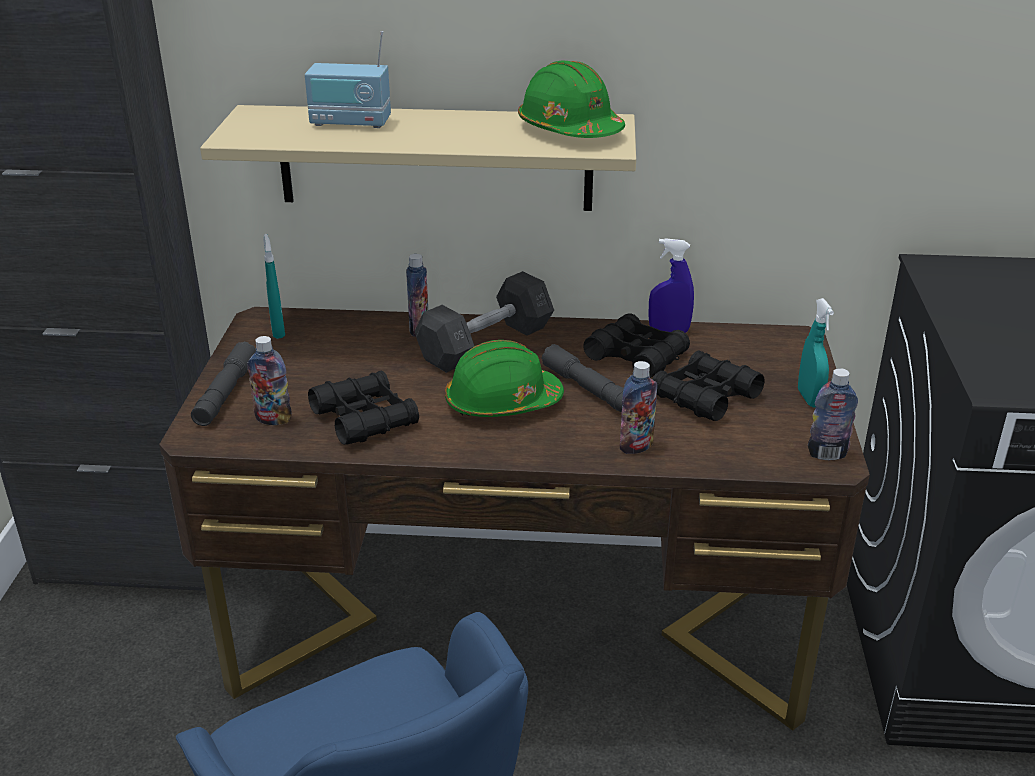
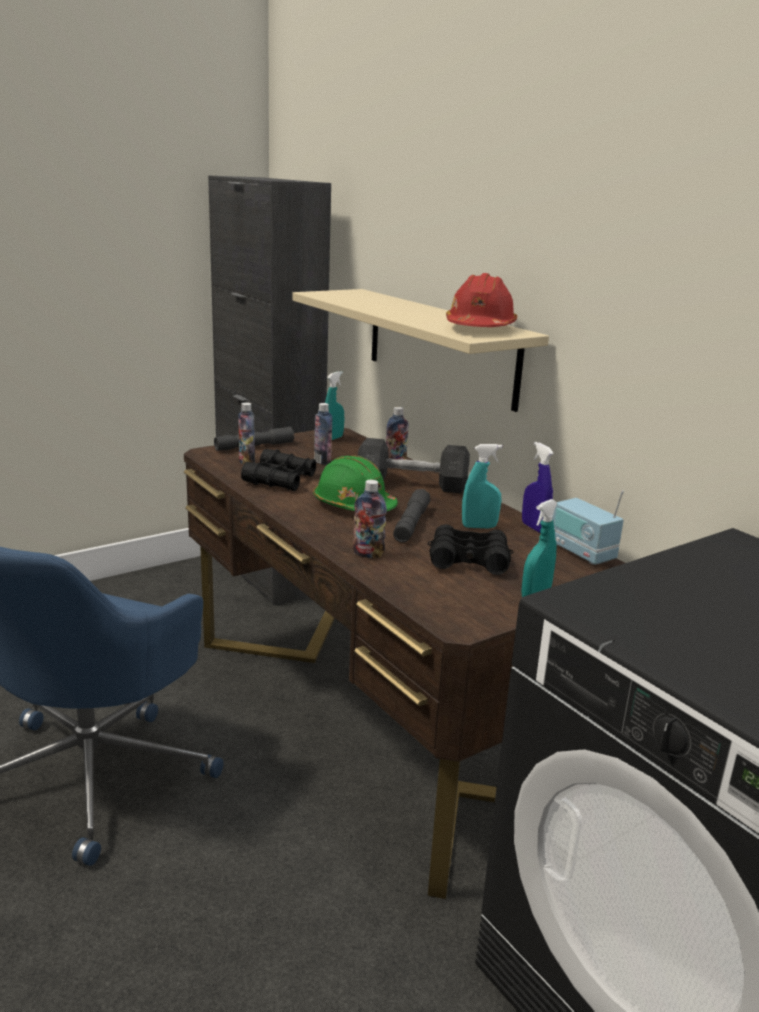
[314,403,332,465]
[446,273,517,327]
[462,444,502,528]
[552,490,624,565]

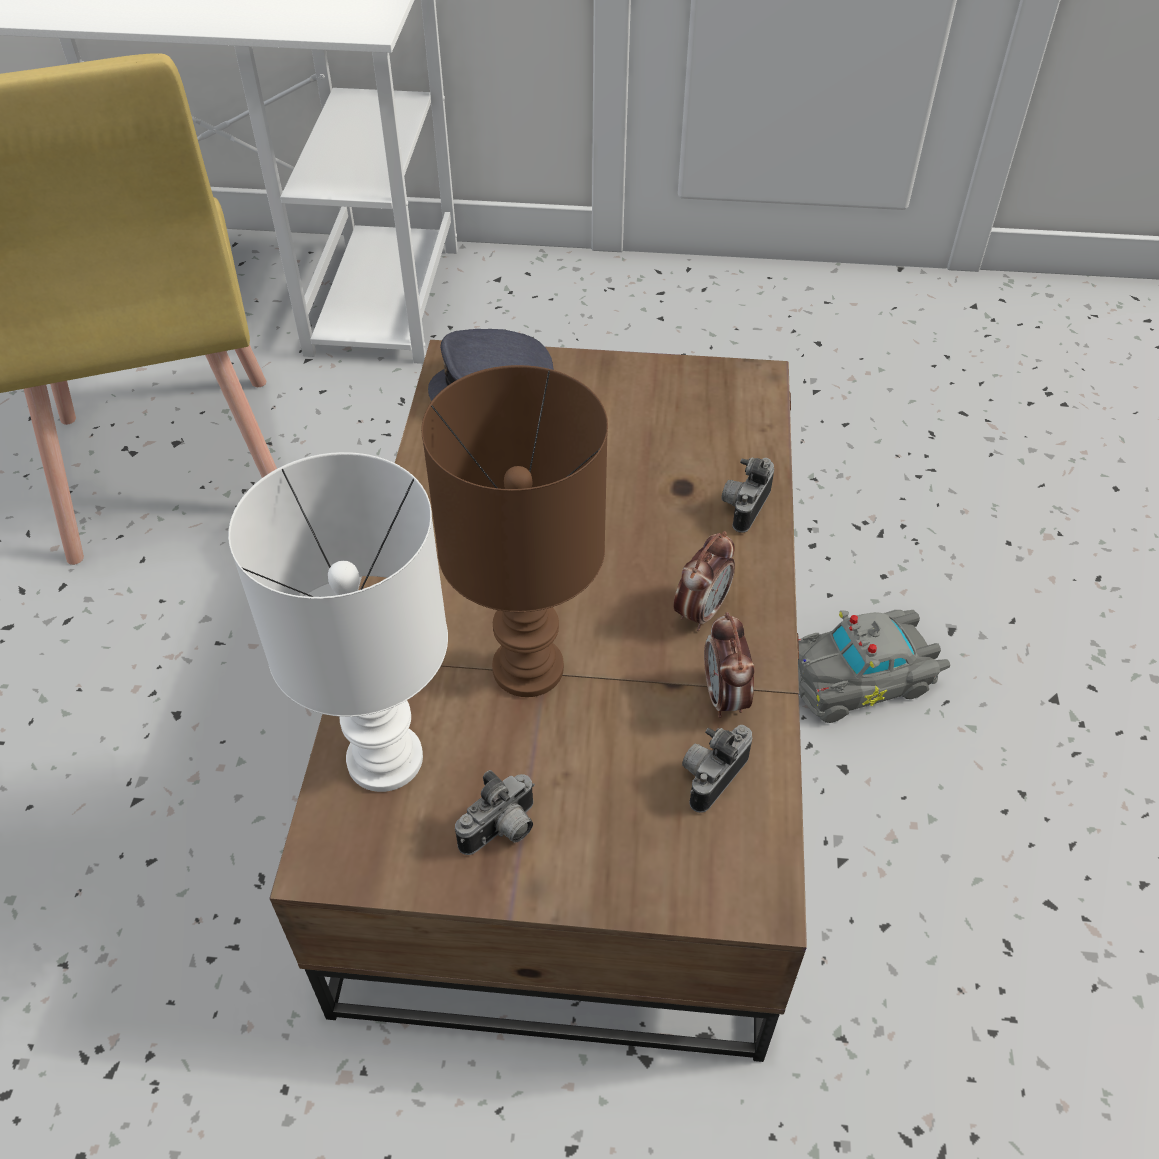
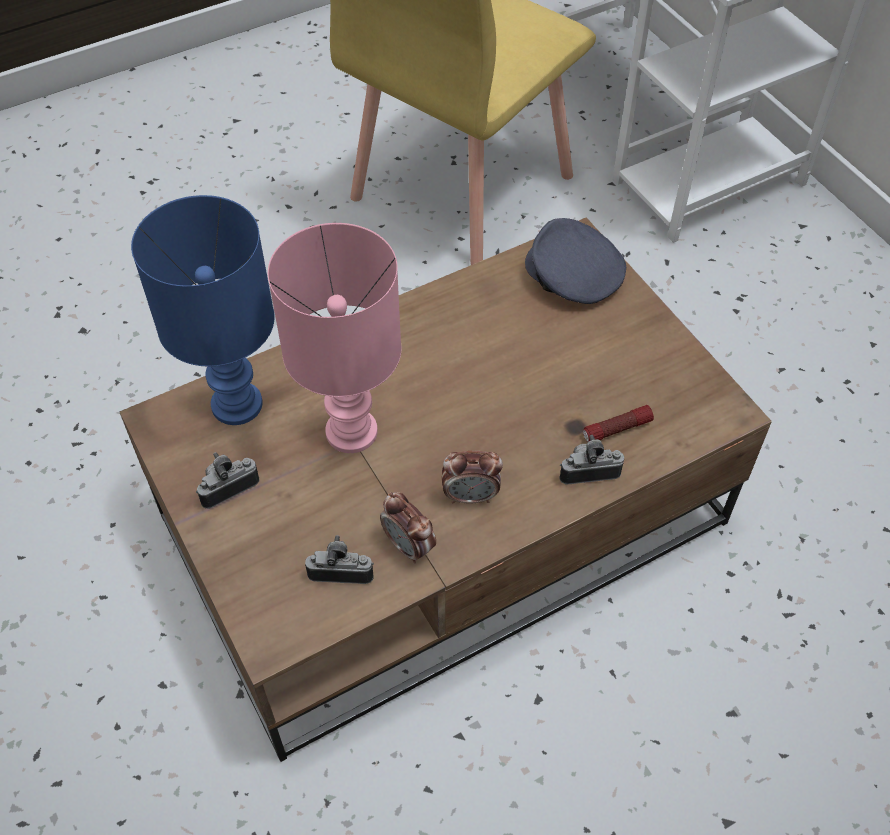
[131,195,275,425]
[196,452,260,509]
[268,223,402,453]
[380,492,436,563]
[583,405,654,442]
[798,610,950,723] (first image)

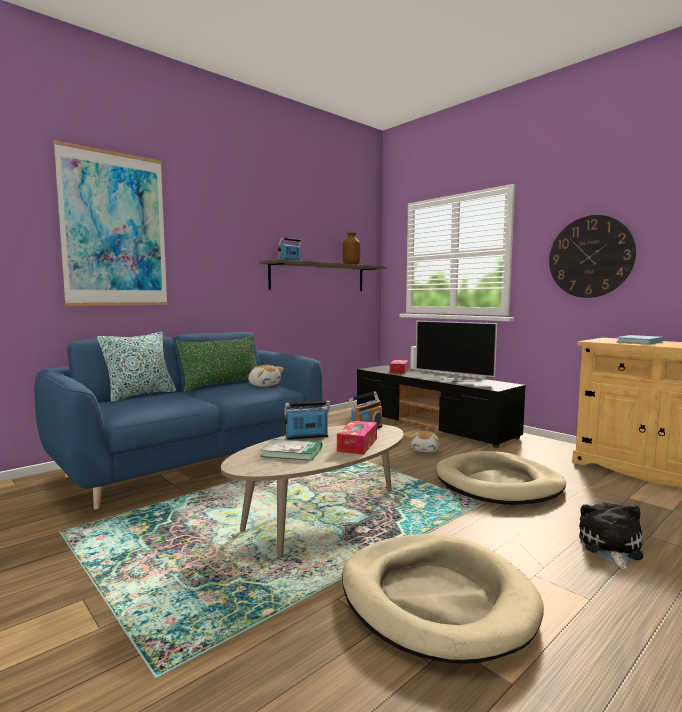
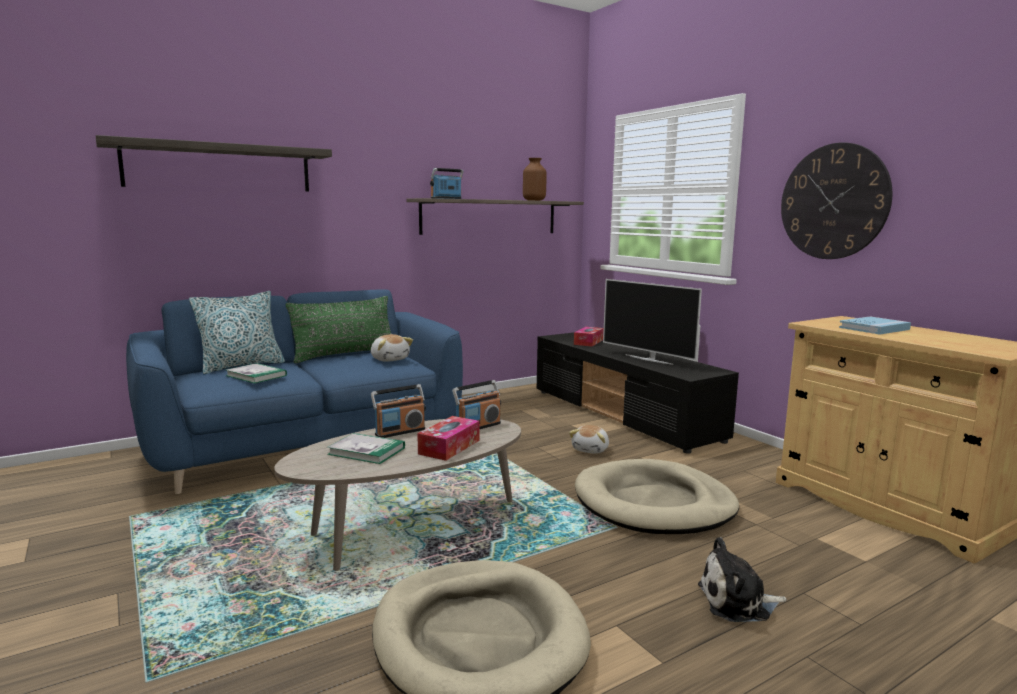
[96,135,332,191]
[225,363,287,384]
[371,384,426,438]
[698,537,787,622]

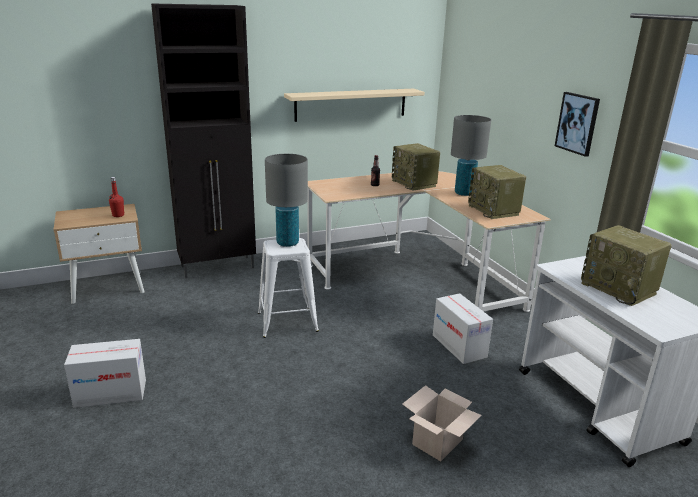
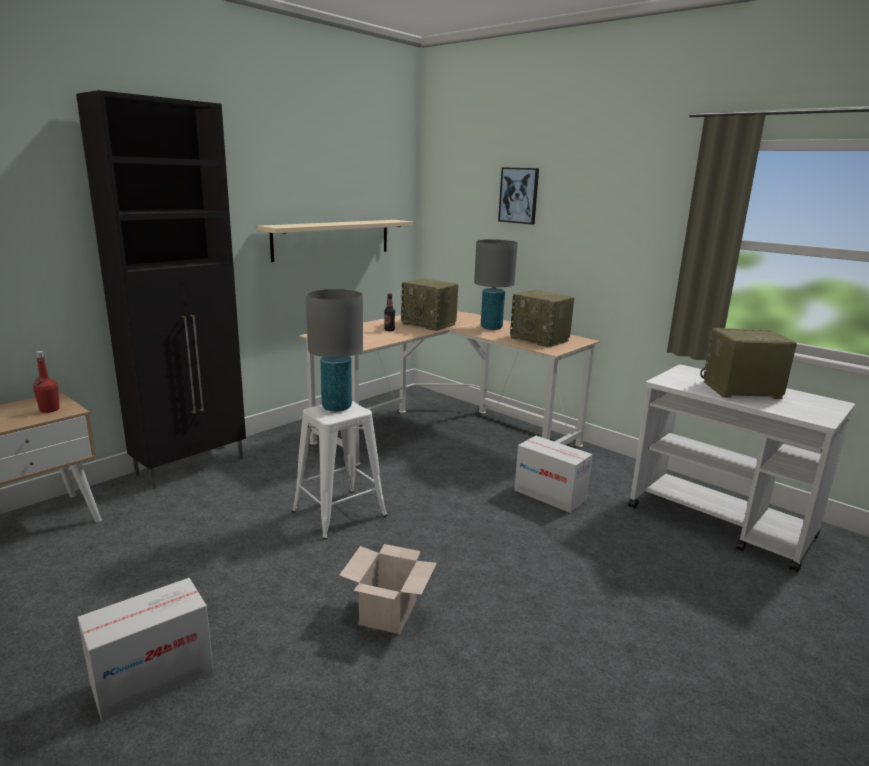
[339,544,437,634]
[498,167,539,225]
[700,328,797,399]

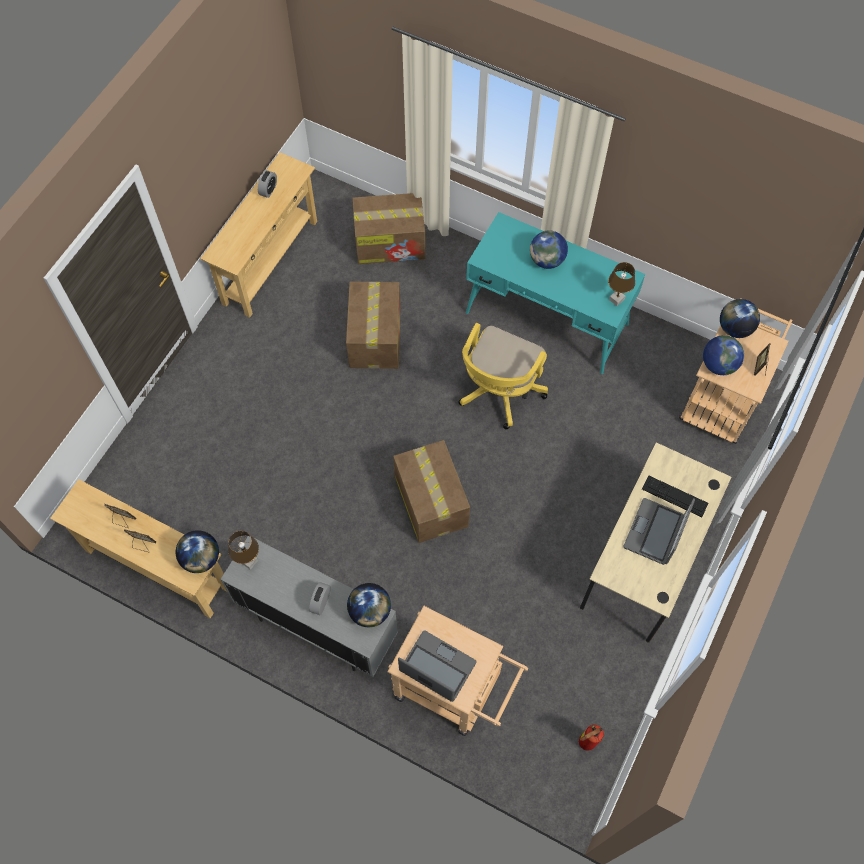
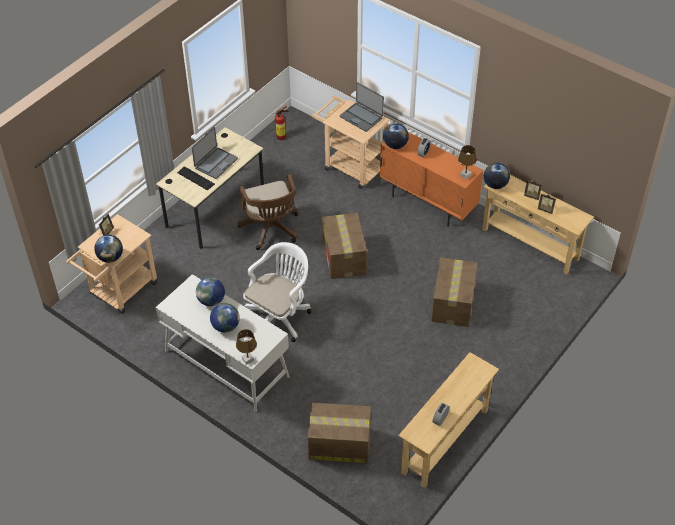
[155,274,290,412]
[196,277,225,306]
[236,329,257,365]
[238,174,298,250]
[243,242,312,342]
[380,132,483,227]
[431,258,478,327]

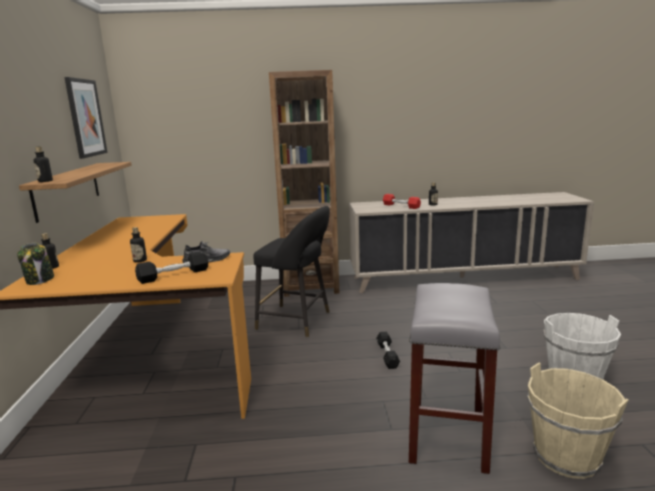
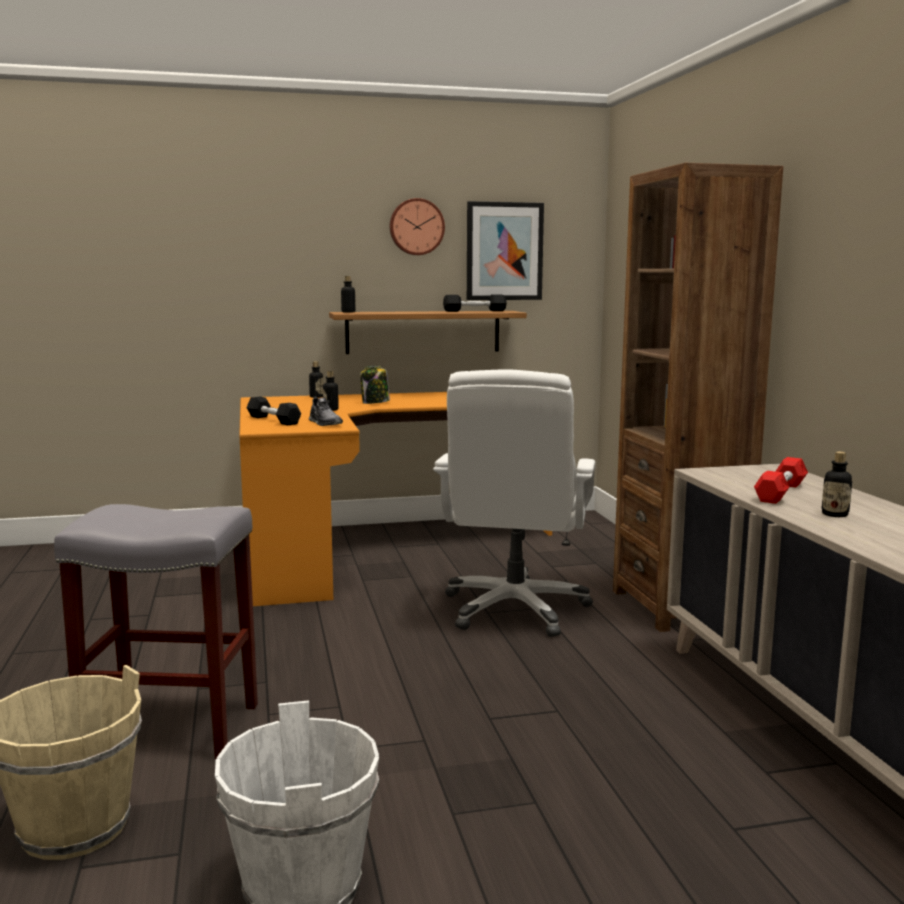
[360,365,390,404]
[390,198,445,255]
[433,369,596,637]
[443,295,507,312]

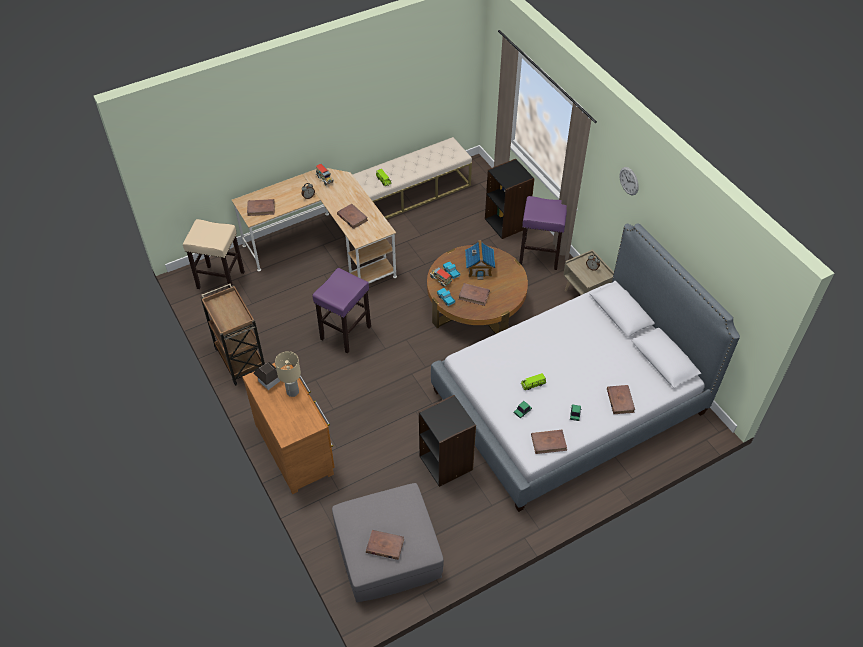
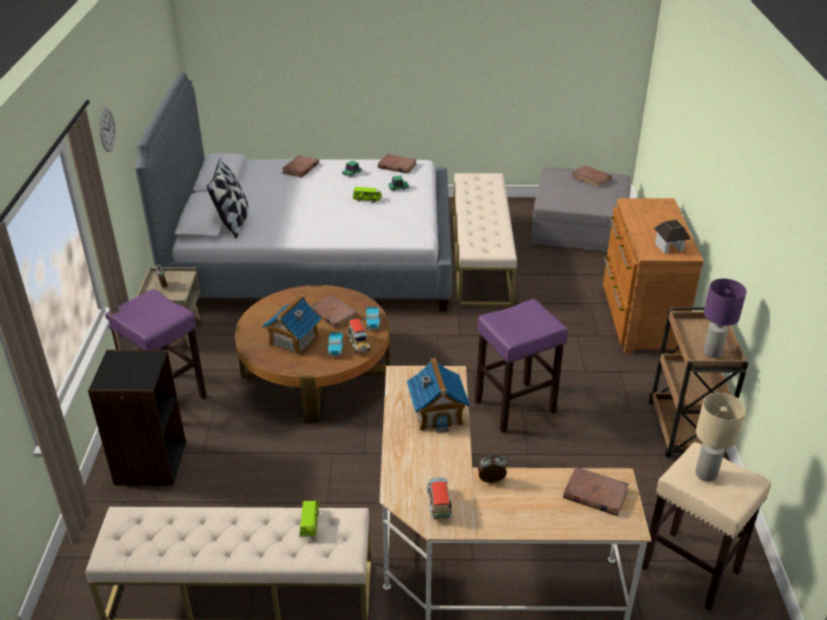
[207,158,248,238]
[407,358,470,433]
[453,173,517,306]
[695,392,746,482]
[703,279,747,358]

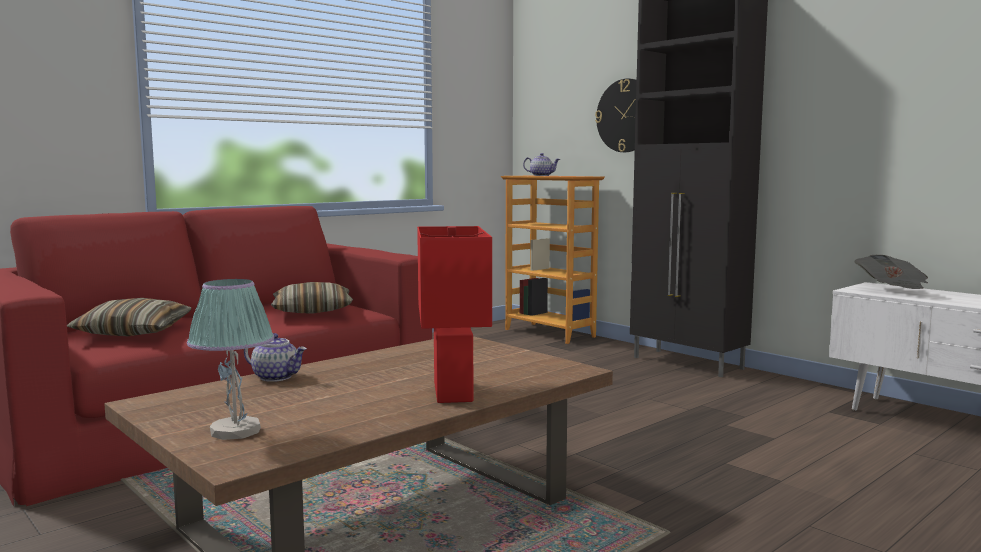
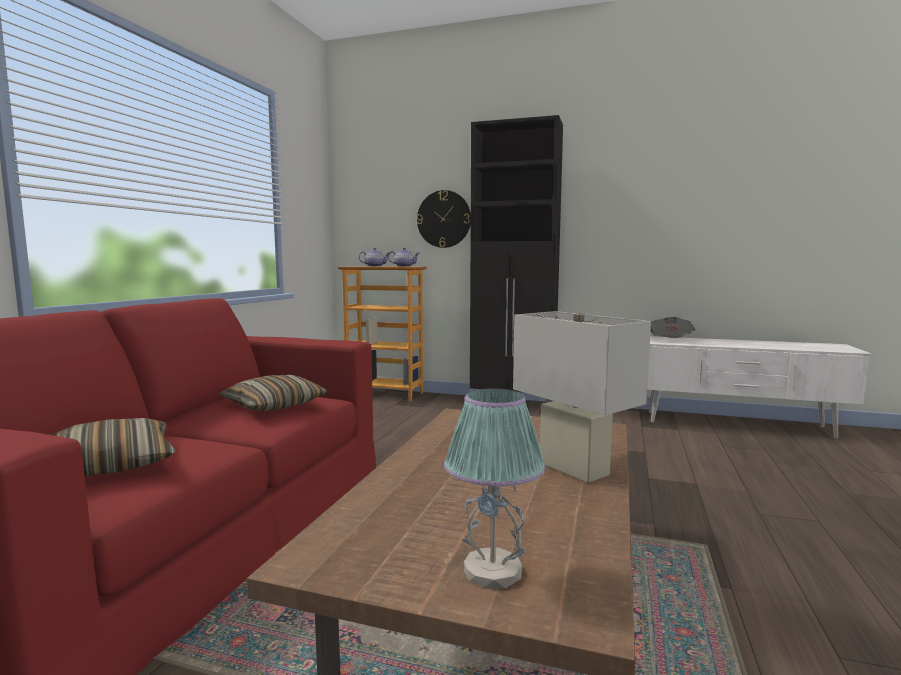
[388,248,419,267]
[513,311,651,483]

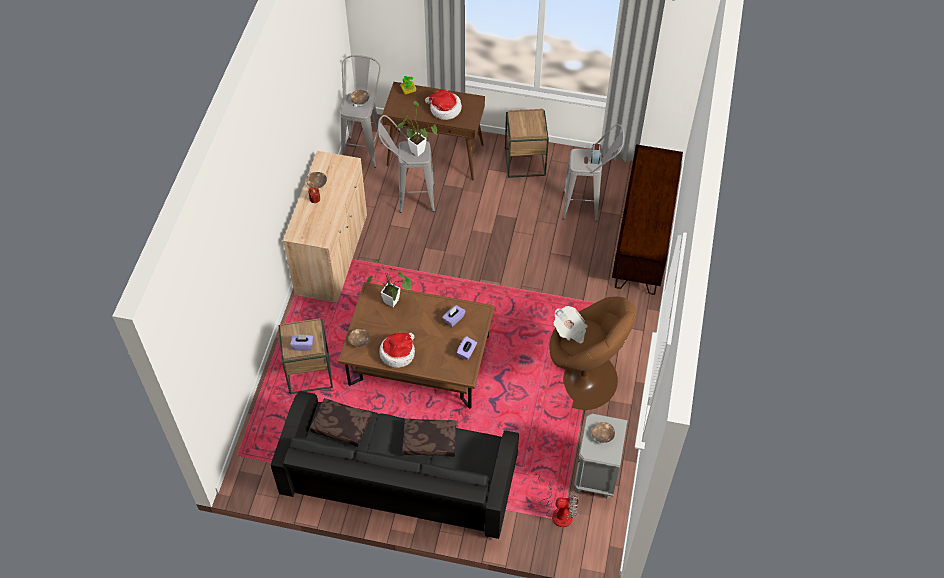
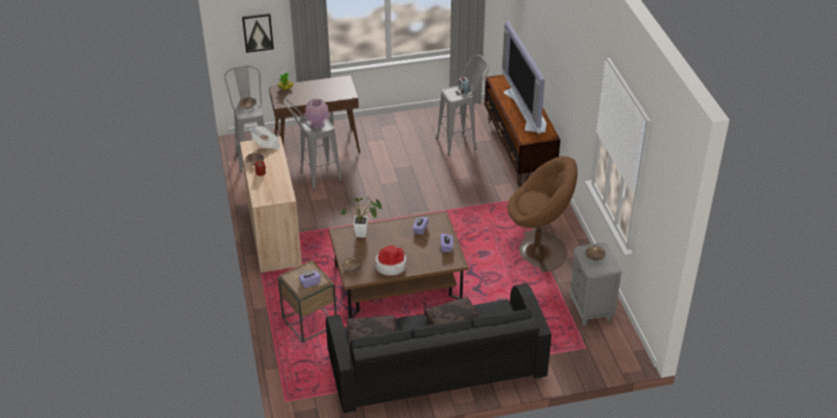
[242,13,274,53]
[250,126,280,150]
[303,99,331,129]
[502,21,547,134]
[425,89,462,120] (first image)
[505,109,549,178] (first image)
[535,471,578,527] (first image)

